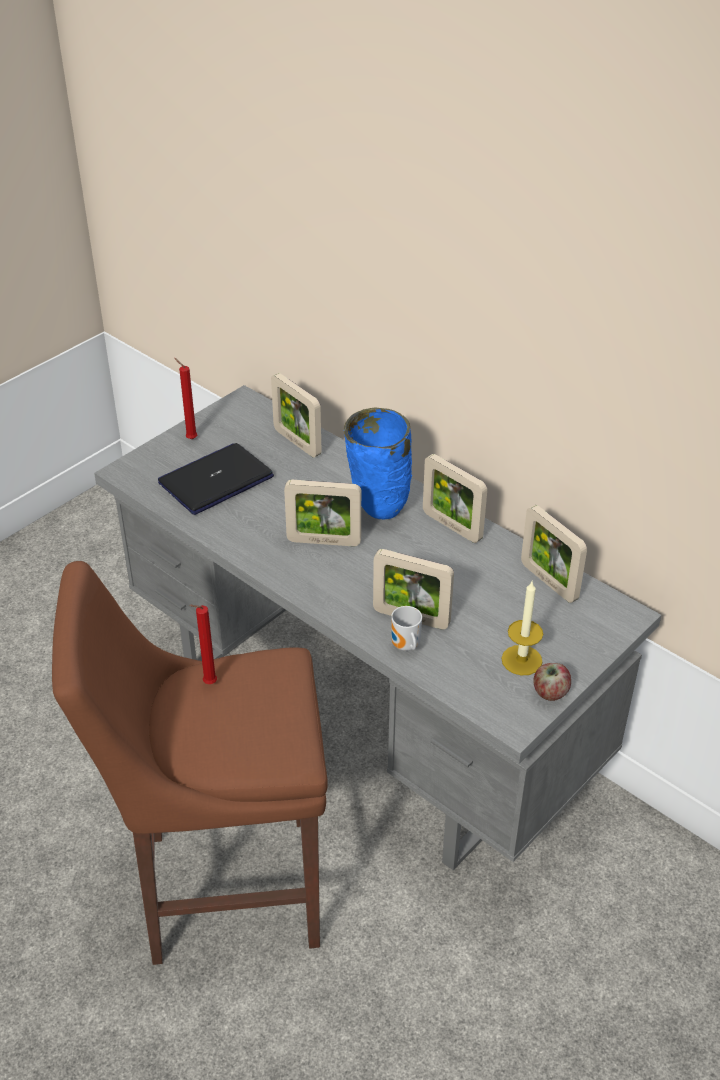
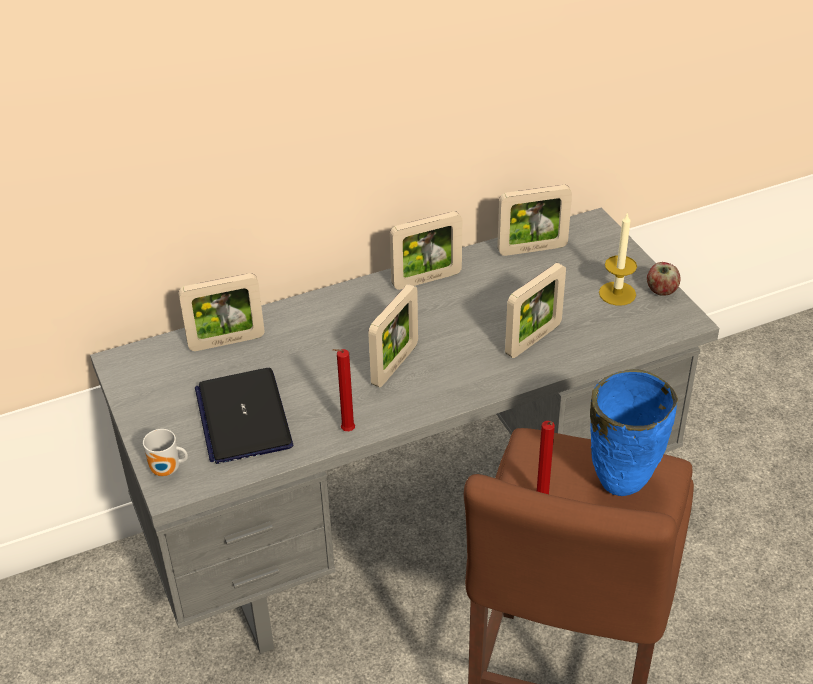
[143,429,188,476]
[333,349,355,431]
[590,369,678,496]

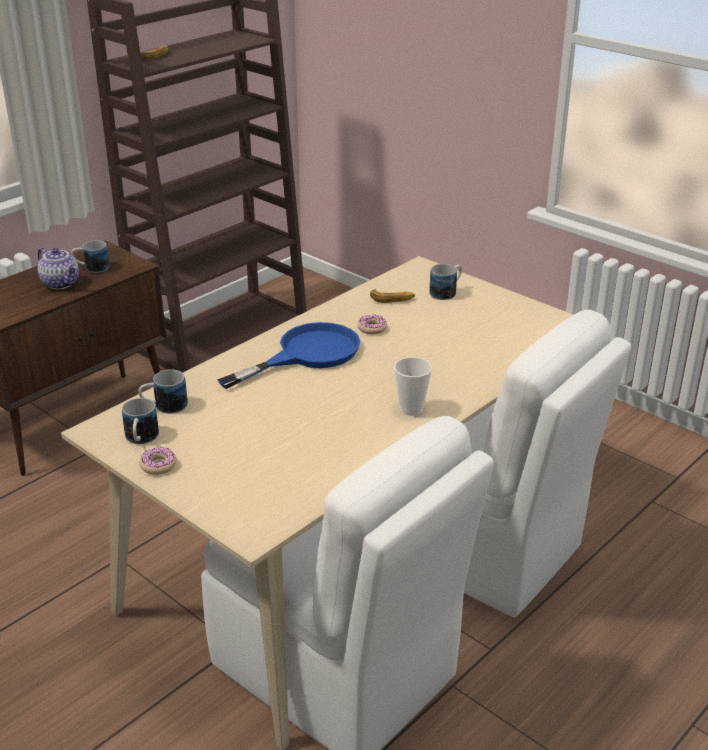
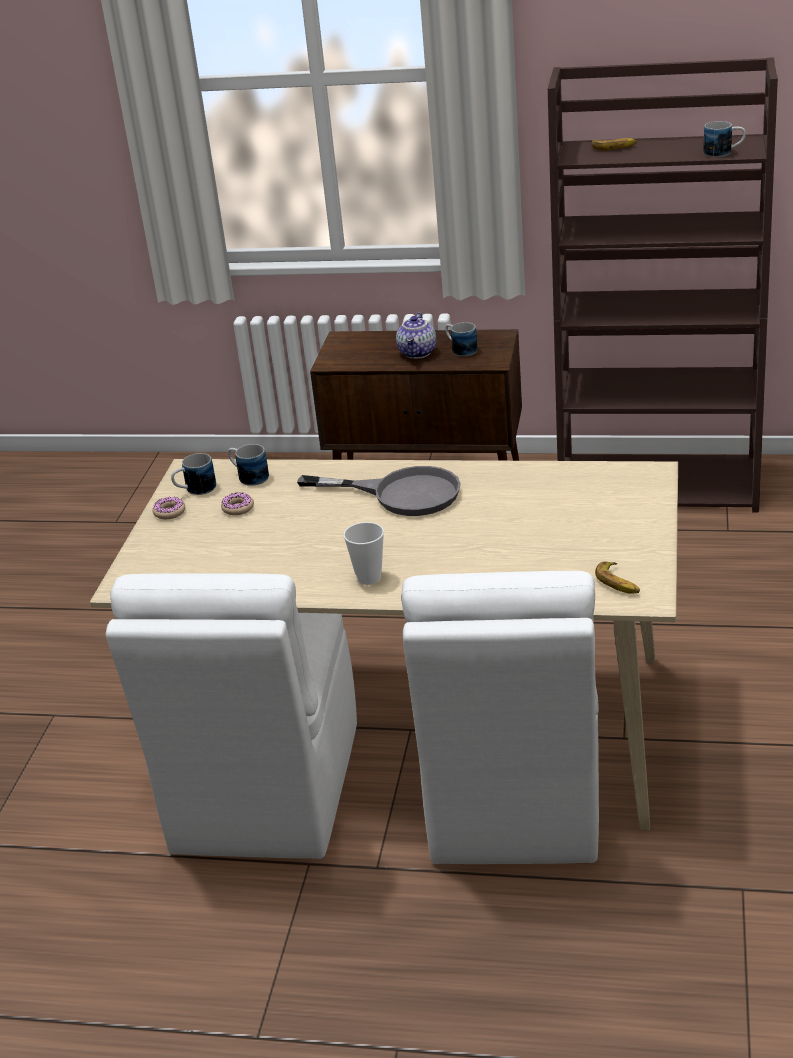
[221,492,254,515]
[297,466,461,516]
[595,561,640,594]
[703,121,746,157]

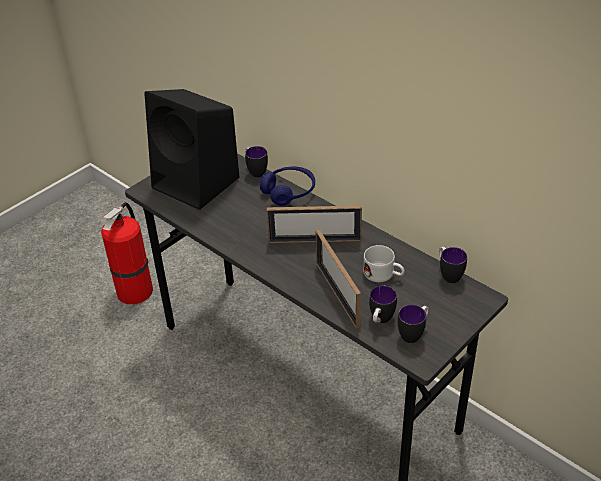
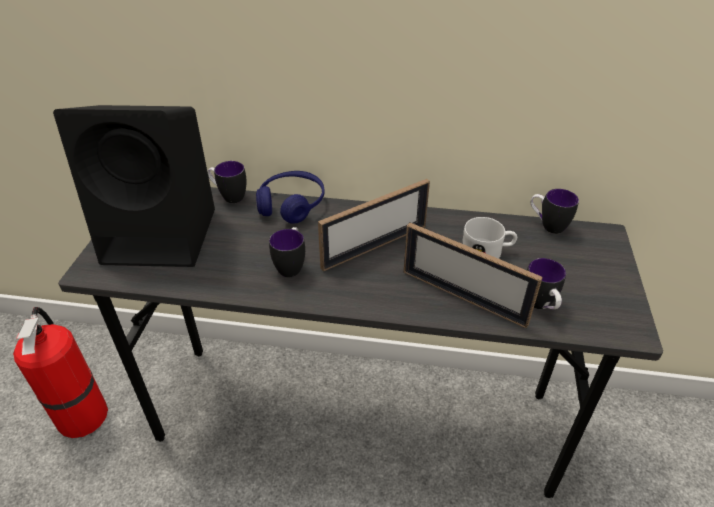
[269,227,305,277]

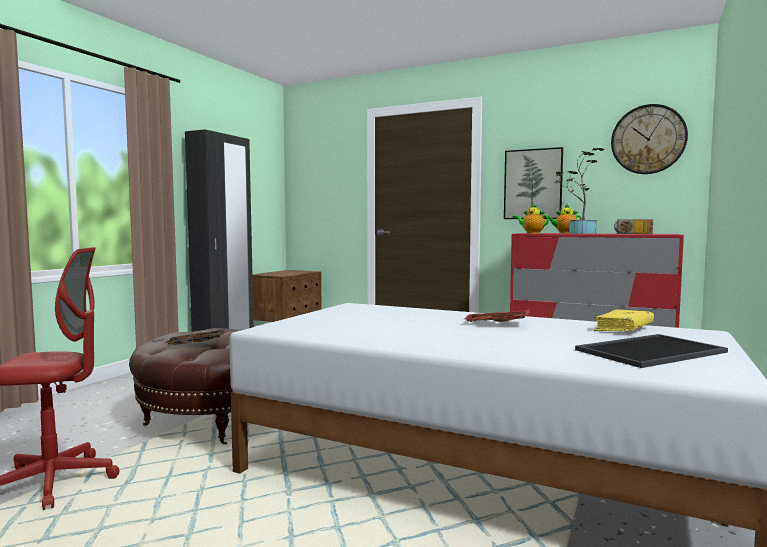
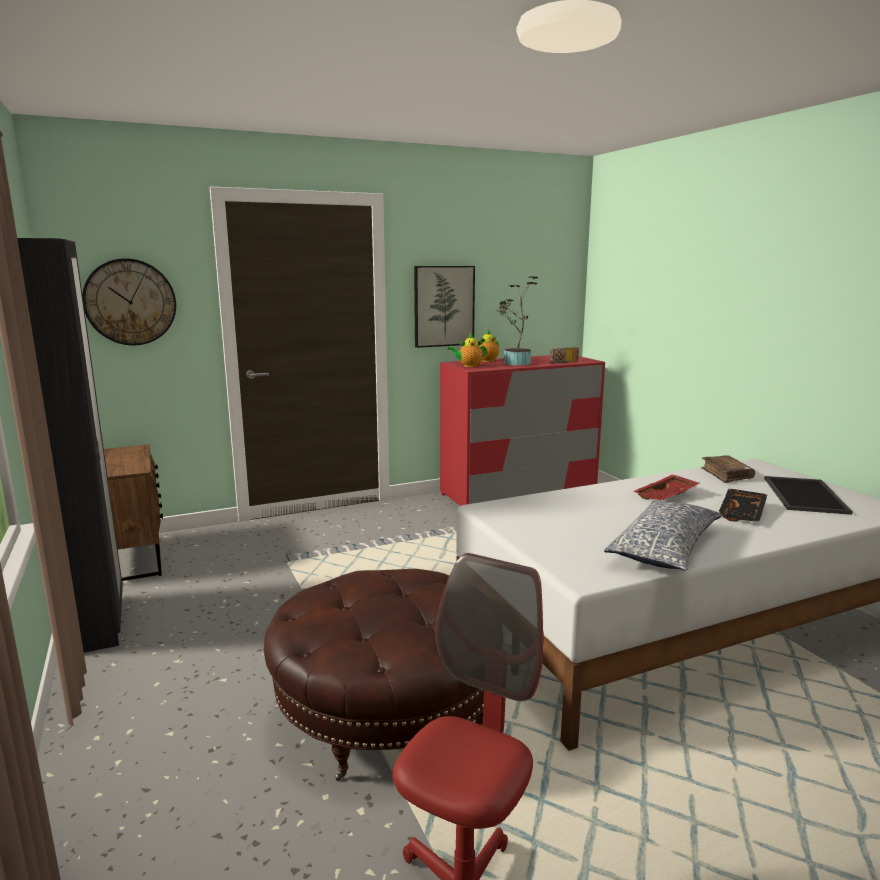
[82,258,176,345]
[604,499,723,571]
[701,455,755,483]
[719,488,768,521]

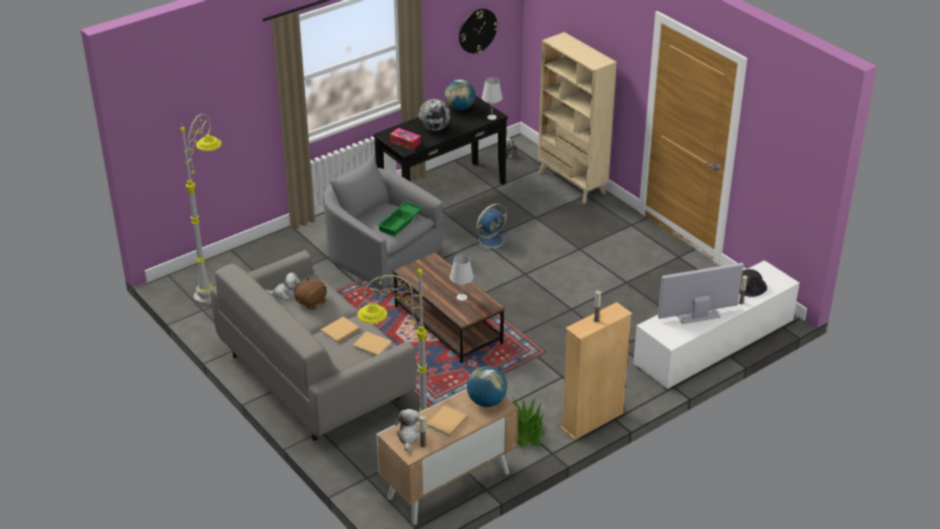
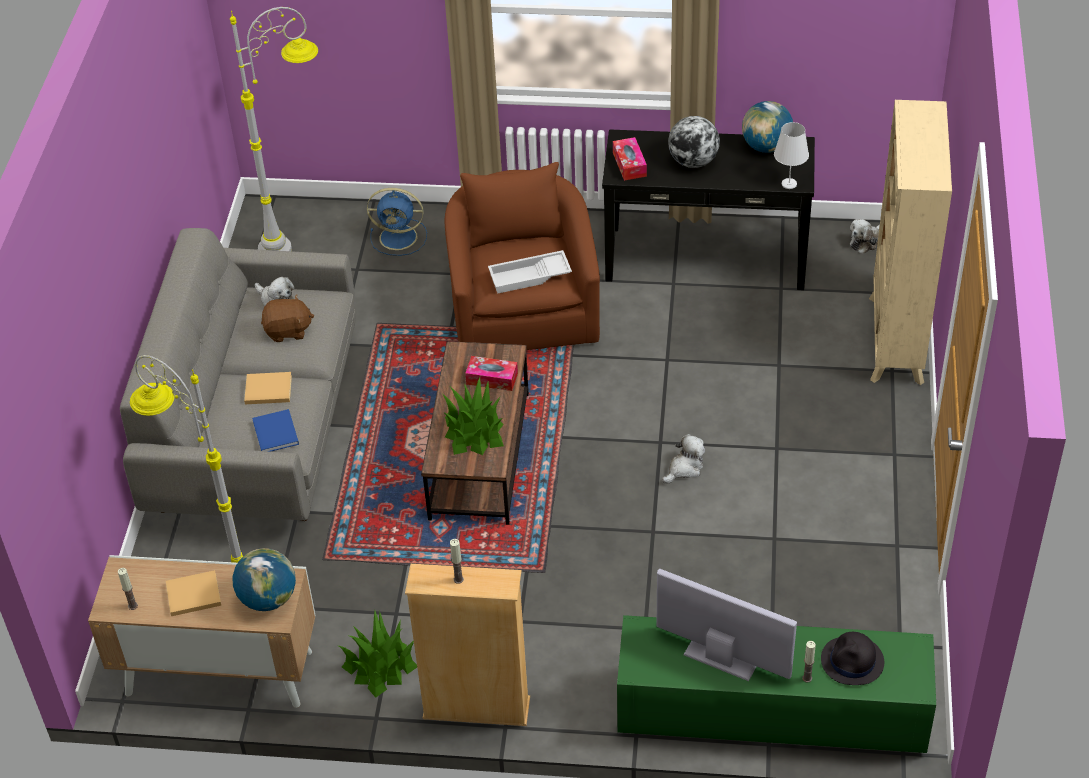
[252,409,299,452]
[367,188,427,256]
[442,377,504,455]
[445,162,600,350]
[465,356,518,391]
[488,250,572,293]
[617,615,936,753]
[662,434,705,484]
[459,9,498,53] (first image)

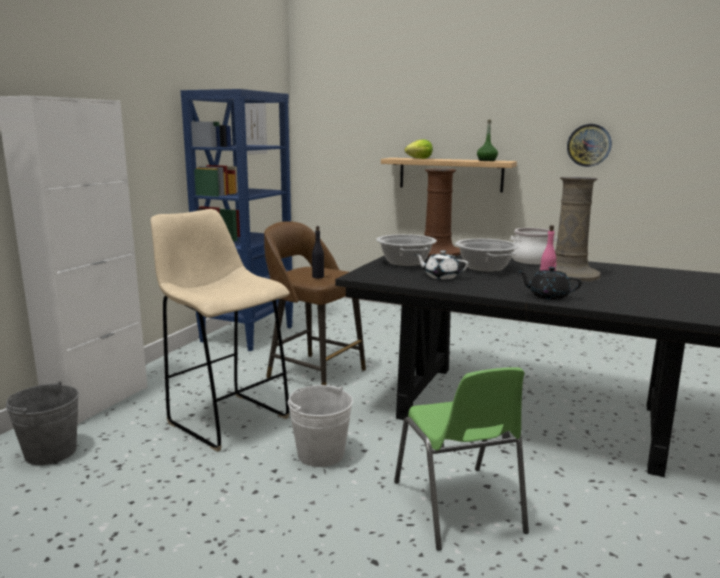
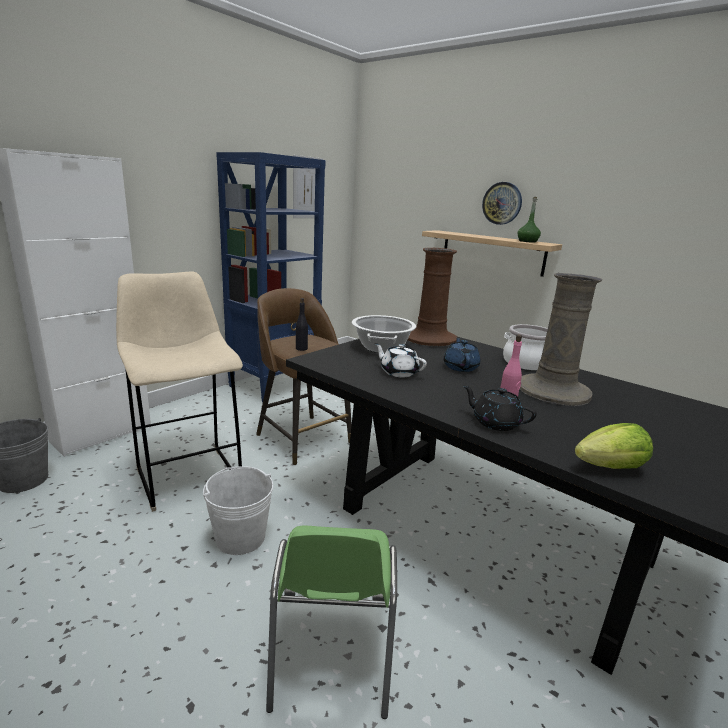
[443,337,481,372]
[482,182,522,225]
[575,423,653,469]

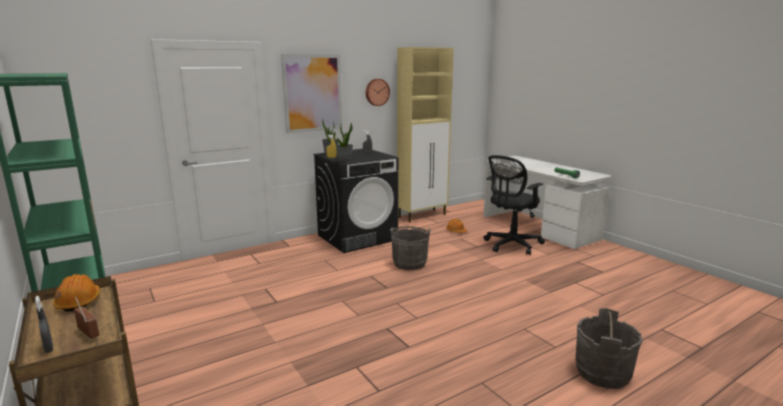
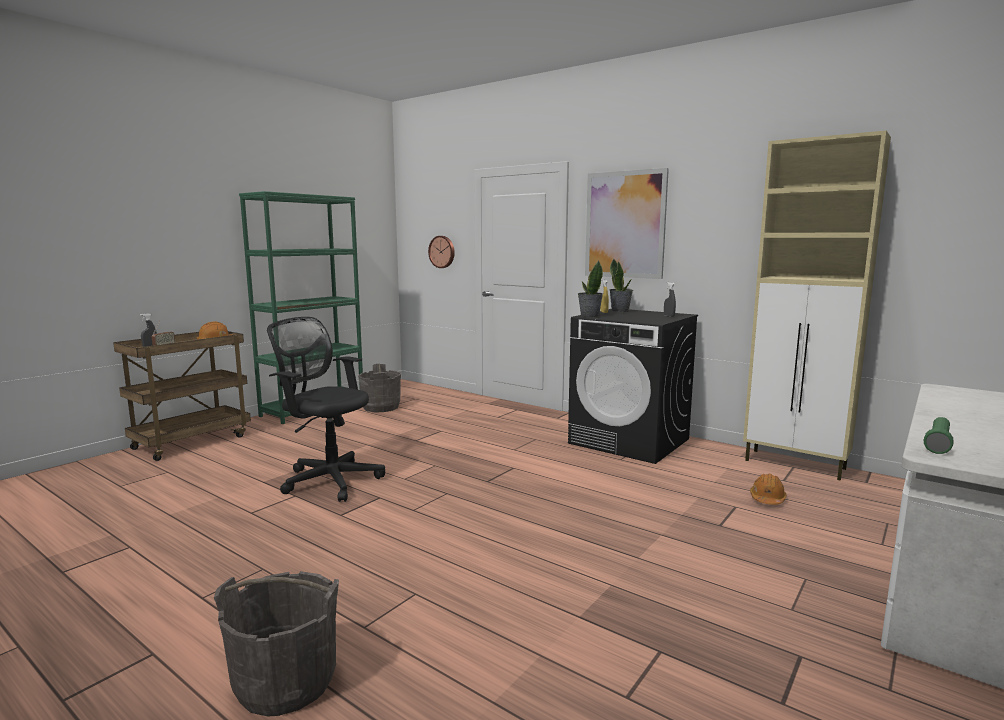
[267,317,385,502]
[358,364,401,412]
[428,236,455,268]

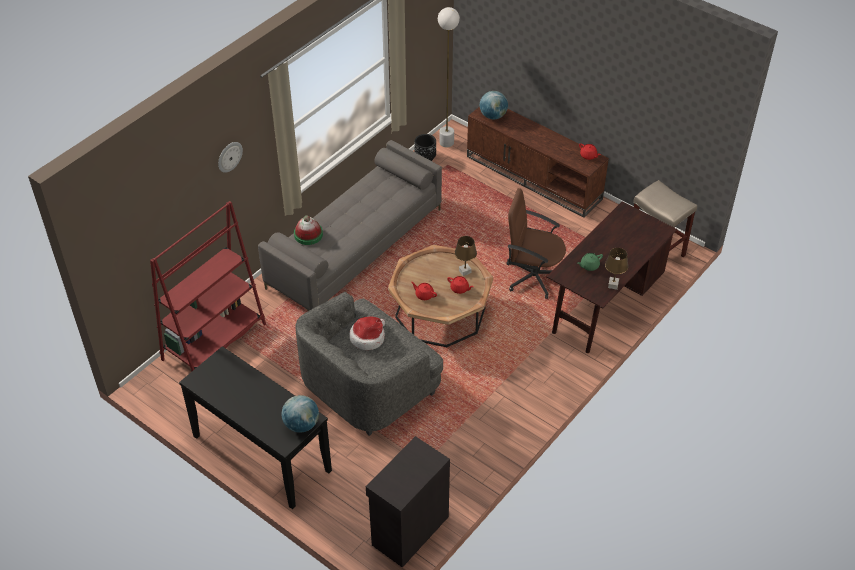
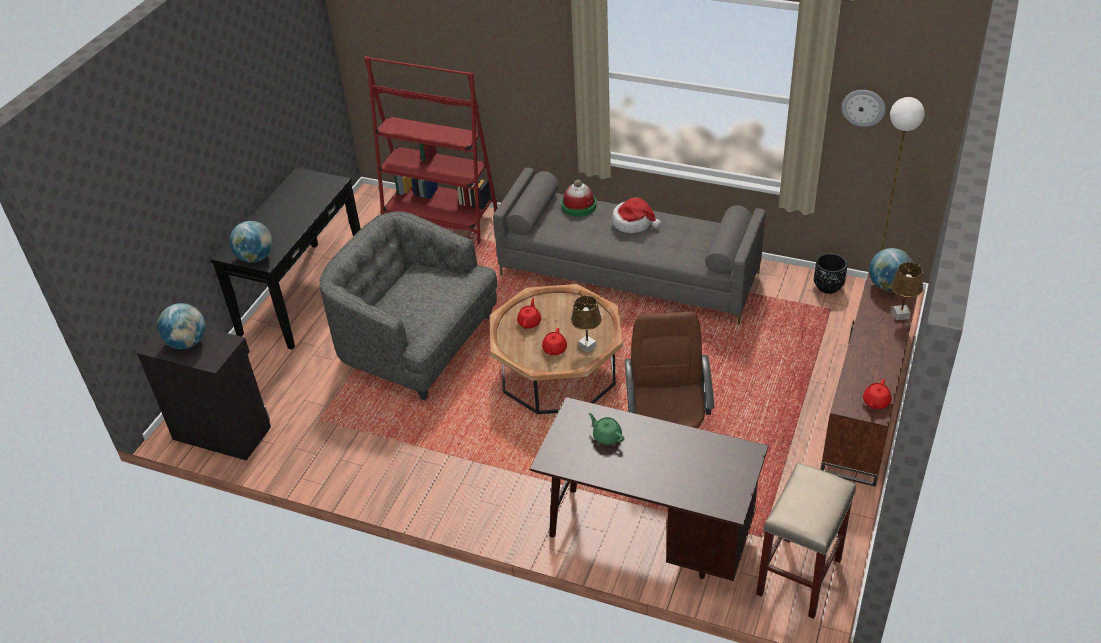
[157,303,205,349]
[612,198,661,233]
[842,90,886,127]
[891,262,923,320]

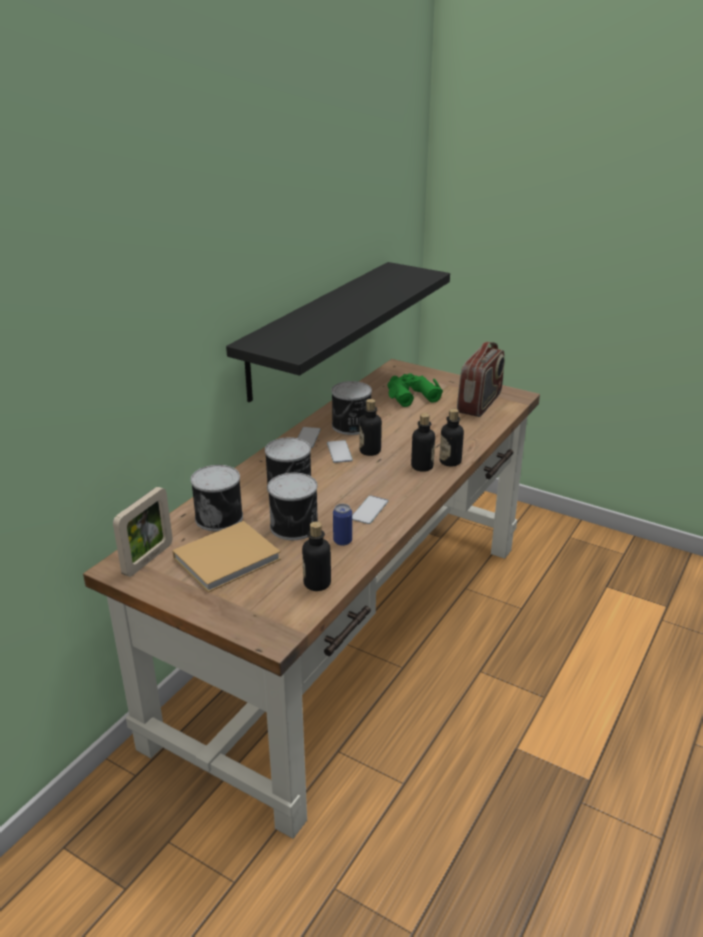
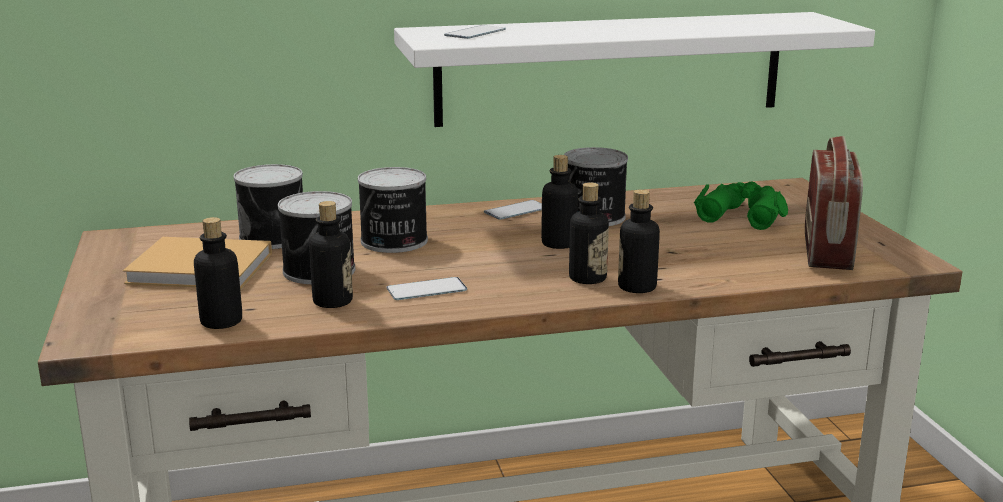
[309,201,353,308]
[394,12,875,127]
[444,25,506,39]
[805,136,863,270]
[113,487,173,577] (first image)

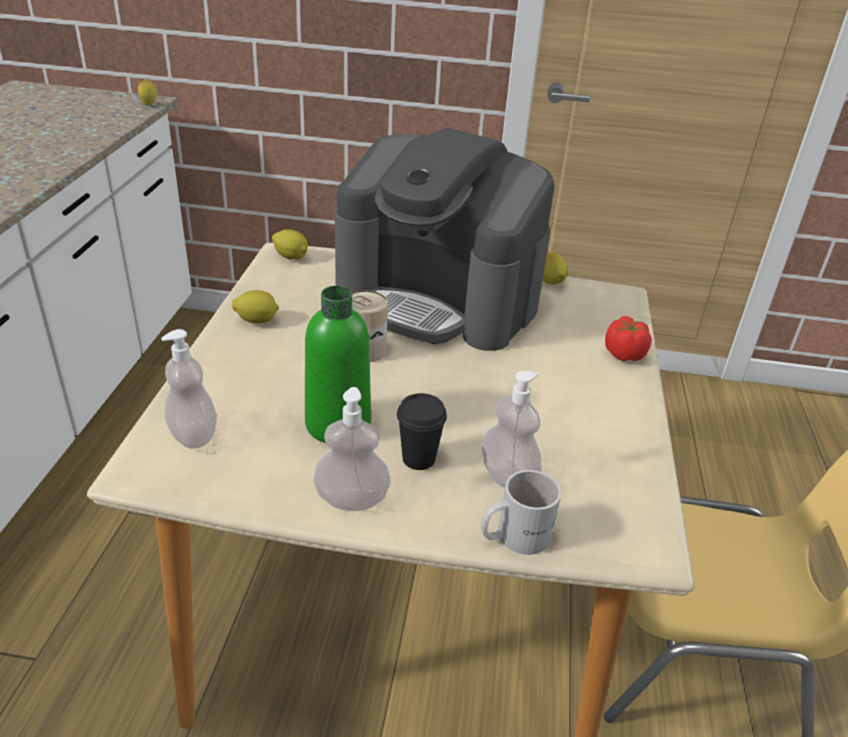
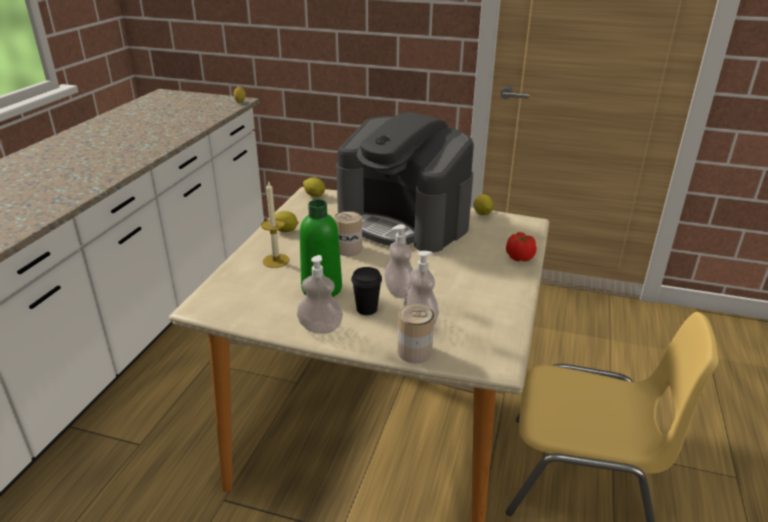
[261,182,290,268]
[384,224,413,298]
[398,304,434,363]

